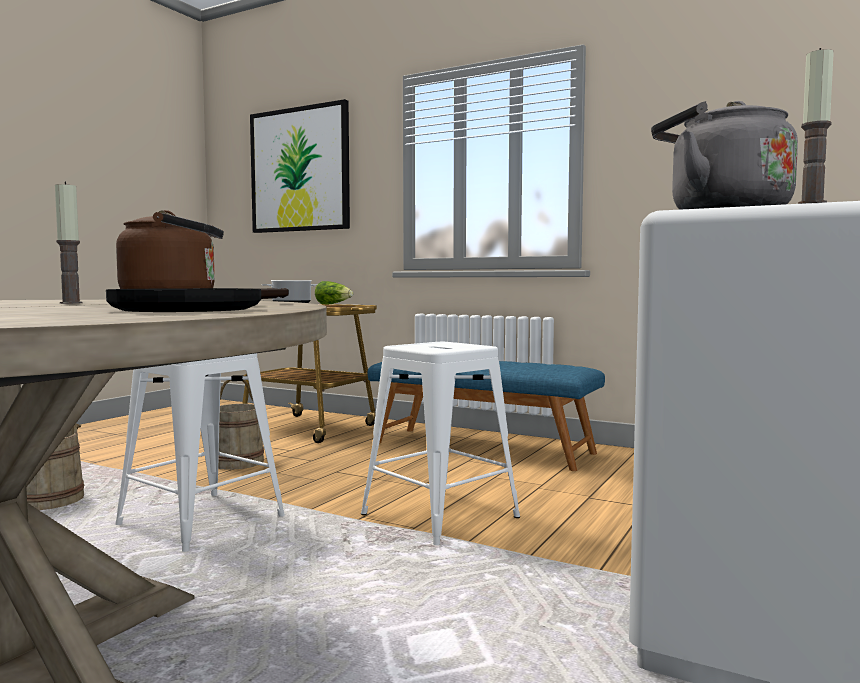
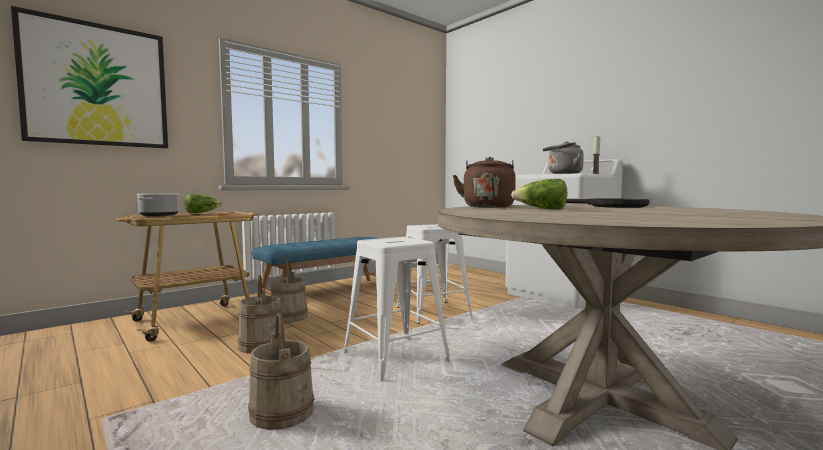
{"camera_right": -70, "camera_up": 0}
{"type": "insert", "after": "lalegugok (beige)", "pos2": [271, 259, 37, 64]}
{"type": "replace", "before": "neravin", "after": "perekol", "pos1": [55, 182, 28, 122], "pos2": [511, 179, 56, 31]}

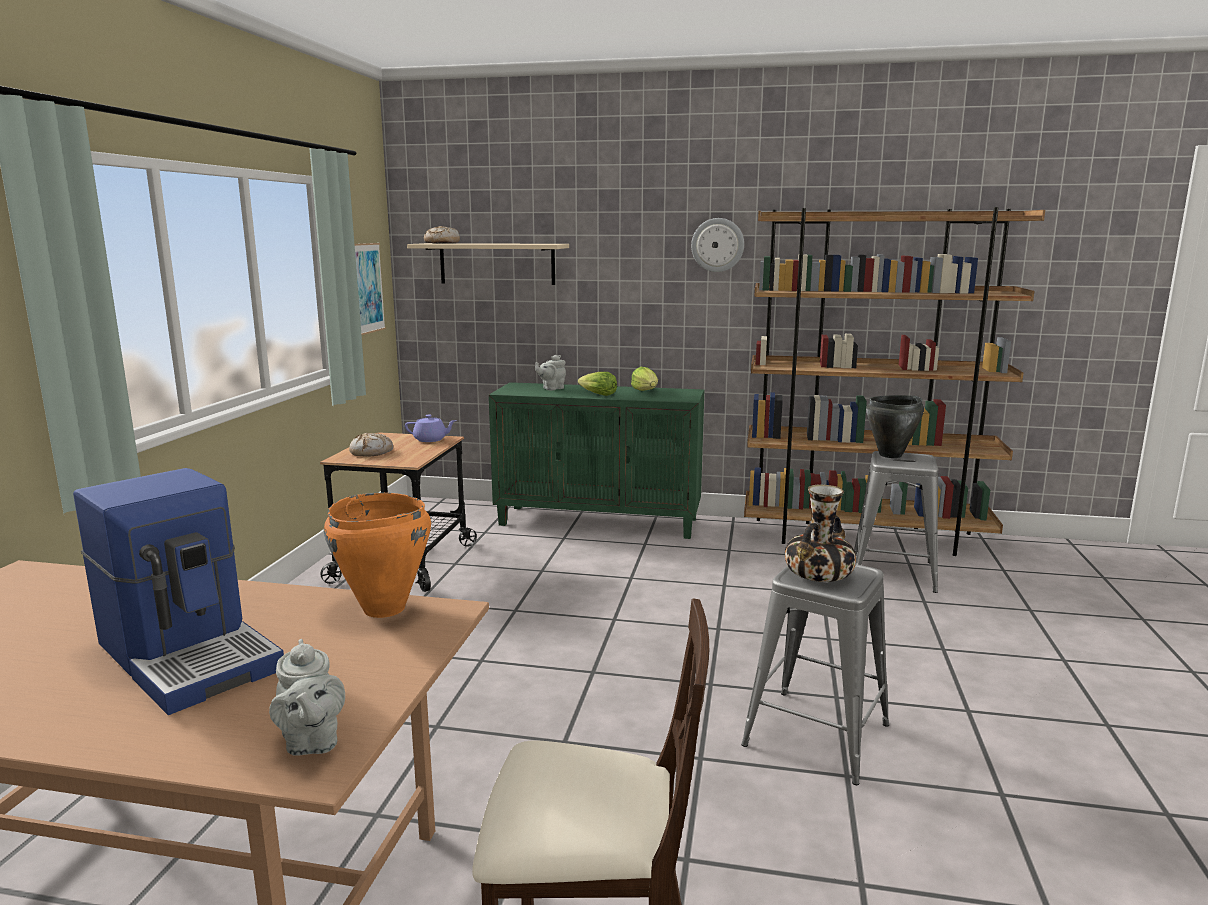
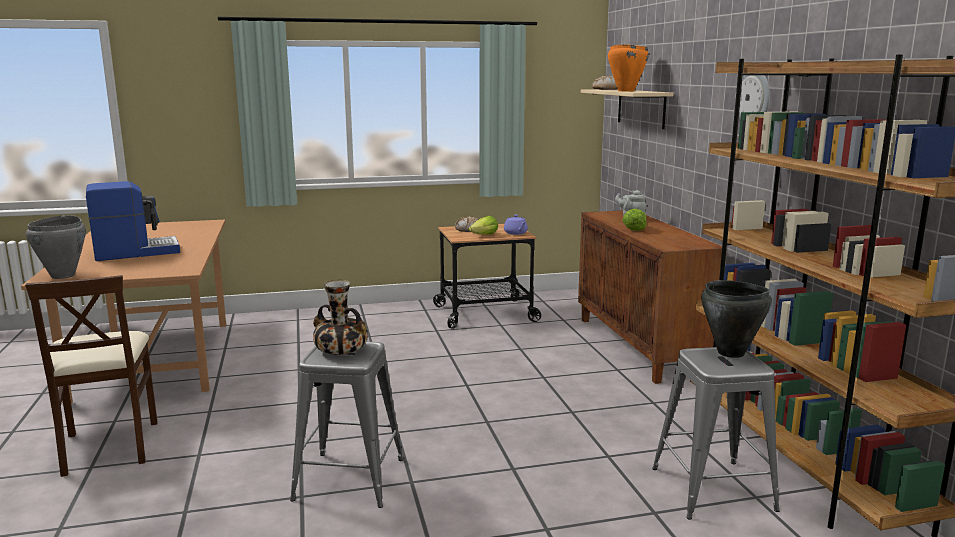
{"camera_right": 65, "camera_up": 0}
{"type": "replace", "before": "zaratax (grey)", "after": "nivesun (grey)", "pos1": [269, 639, 76, 117], "pos2": [26, 215, 60, 64]}
{"type": "rotate", "before": "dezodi", "pos1": [73, 468, 211, 247], "pos2": [86, 181, 94, 80], "turn": -135}
{"type": "move", "before": "perekol", "pos1": [631, 367, 27, 24], "pos2": [469, 216, 29, 19]}
{"type": "recolor", "before": "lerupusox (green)", "after": "lerupusox (brown)", "pos1": [489, 382, 215, 157], "pos2": [578, 210, 149, 174]}
{"type": "move", "before": "nivesun (orange)", "pos1": [324, 493, 107, 125], "pos2": [608, 44, 41, 47]}
{"type": "delete", "before": "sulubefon", "pos1": [355, 243, 31, 92]}

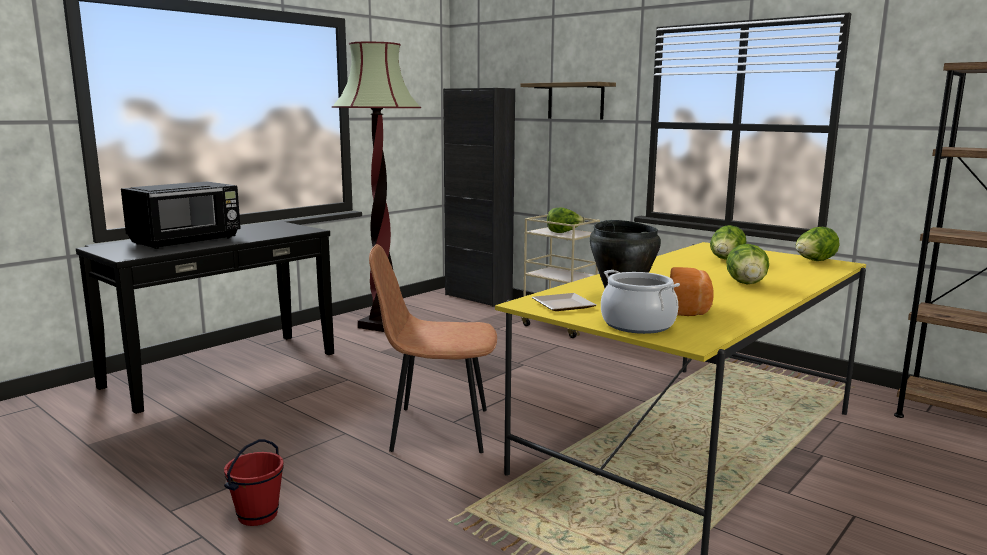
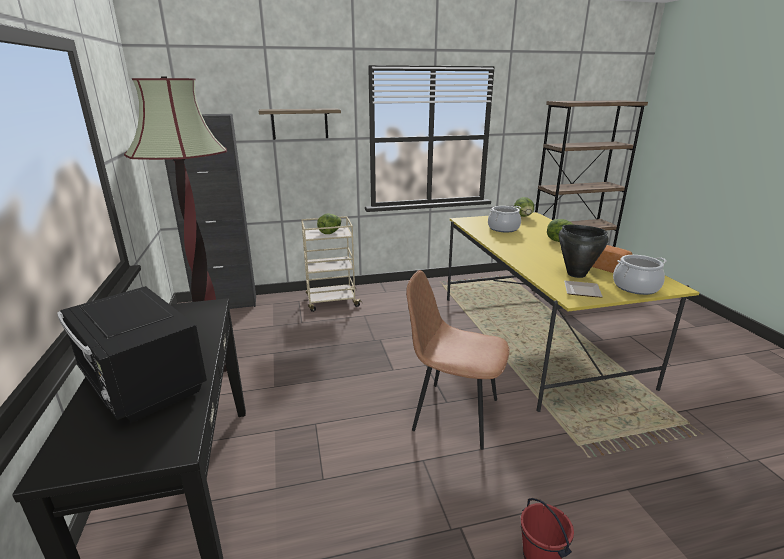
{"camera_right": -55, "camera_up": 10}
{"type": "rotate", "before": "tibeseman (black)", "pos1": [121, 182, 120, 67], "pos2": [57, 286, 150, 137], "turn": 150}
{"type": "rotate", "before": "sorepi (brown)", "pos1": [369, 244, 128, 209], "pos2": [407, 270, 102, 179], "turn": 75}
{"type": "replace", "before": "perekol", "after": "nivesun", "pos1": [710, 225, 37, 35], "pos2": [488, 206, 33, 26]}

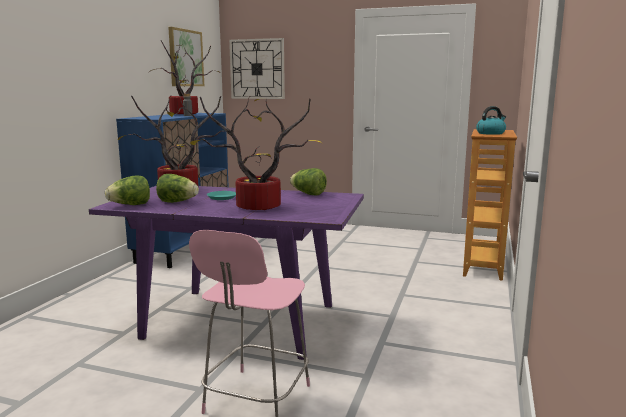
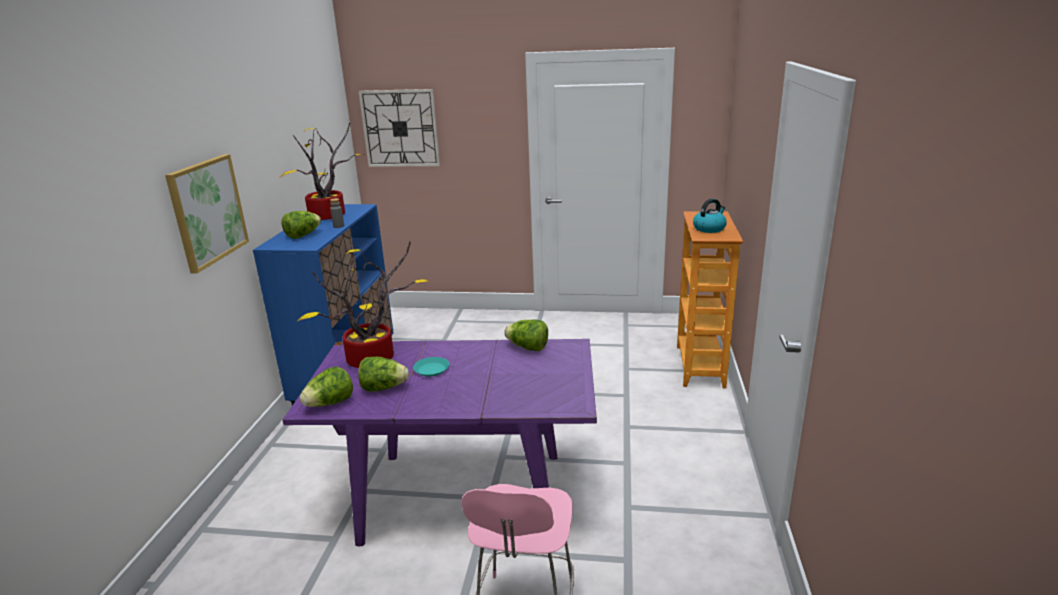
{"camera_right": -10, "camera_up": 10}
{"type": "move", "before": "sulubefon", "pos1": [168, 27, 36, 59], "pos2": [165, 154, 84, 120]}
{"type": "insert", "after": "perekol", "pos2": [281, 211, 40, 28]}
{"type": "delete", "before": "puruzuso", "pos1": [190, 97, 132, 113]}

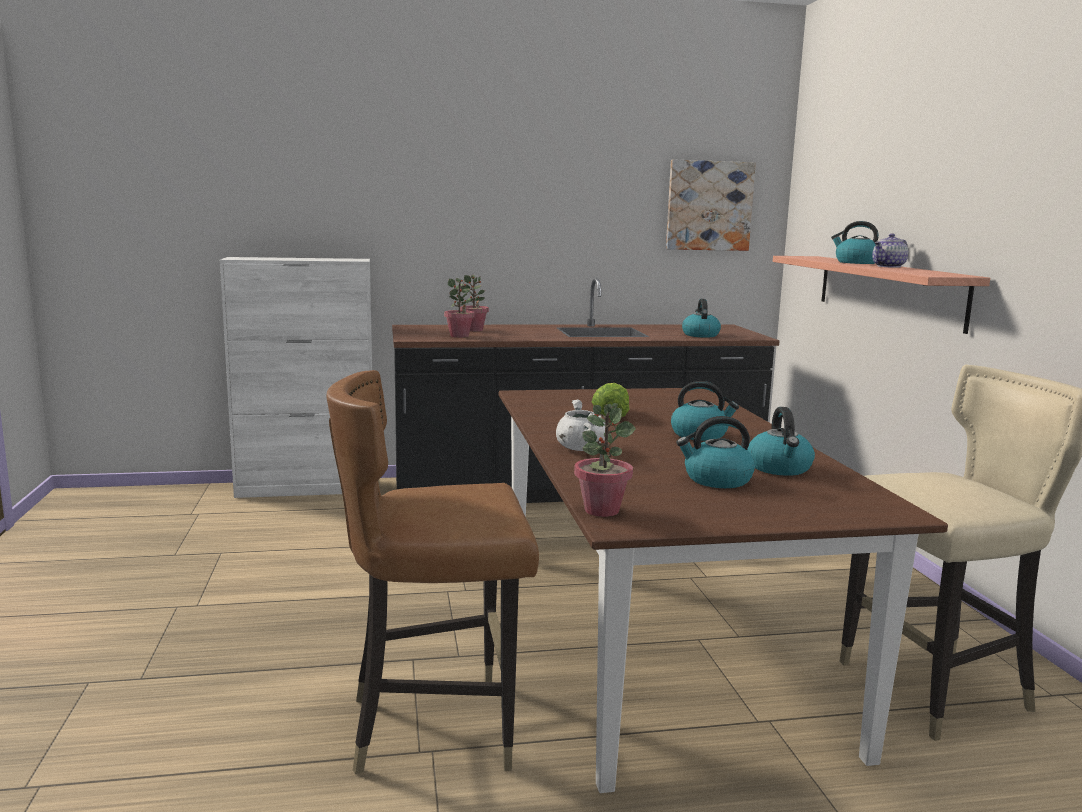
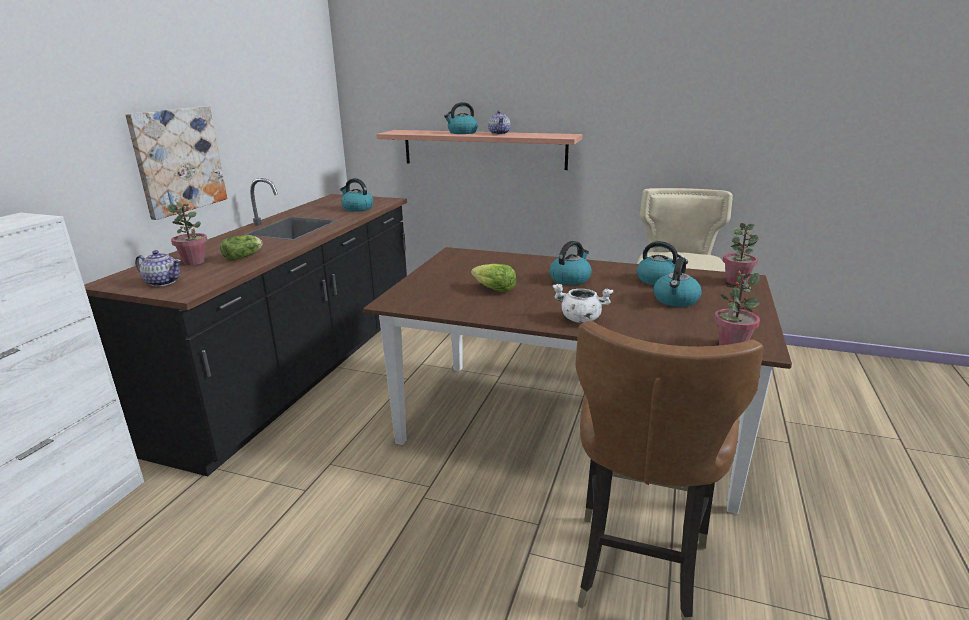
{"camera_right": -60, "camera_up": 10}
{"type": "move", "before": "sulubefon", "pos1": [666, 160, 90, 91], "pos2": [125, 106, 102, 114]}
{"type": "insert", "after": "zaratax", "pos2": [135, 250, 46, 37]}
{"type": "insert", "after": "perekol", "pos2": [220, 235, 43, 26]}
{"type": "move", "before": "puruzuso", "pos1": [444, 278, 31, 60], "pos2": [723, 223, 36, 62]}

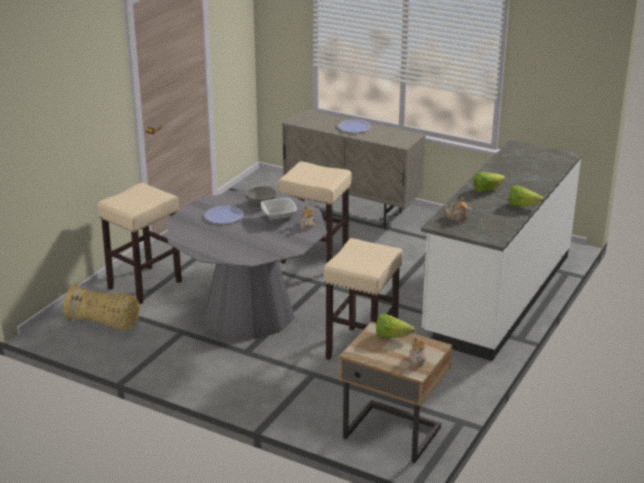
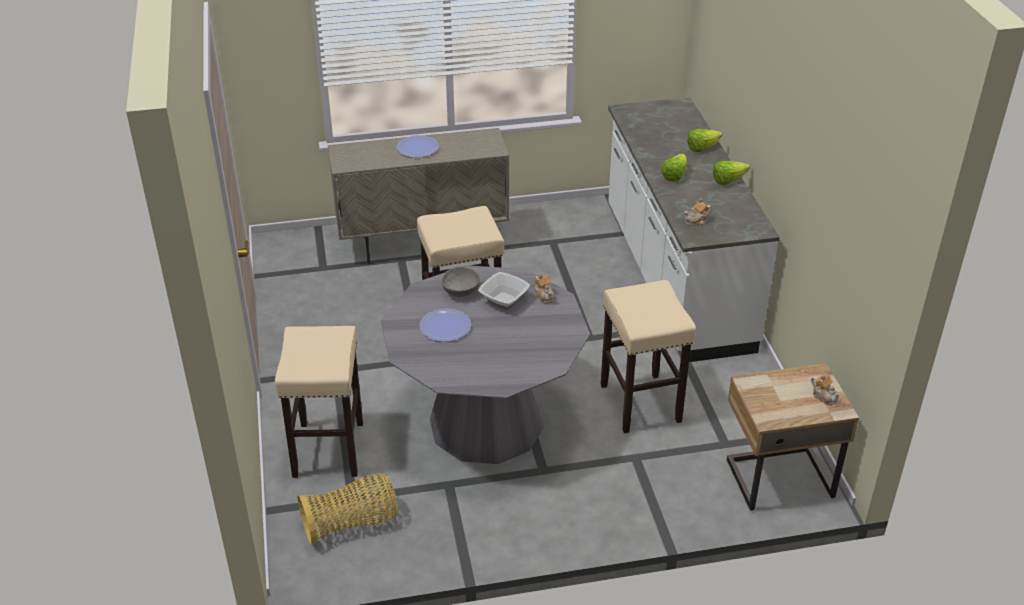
{"camera_right": -40, "camera_up": 10}
{"type": "move", "before": "perekol", "pos1": [376, 314, 40, 24], "pos2": [687, 129, 35, 23]}

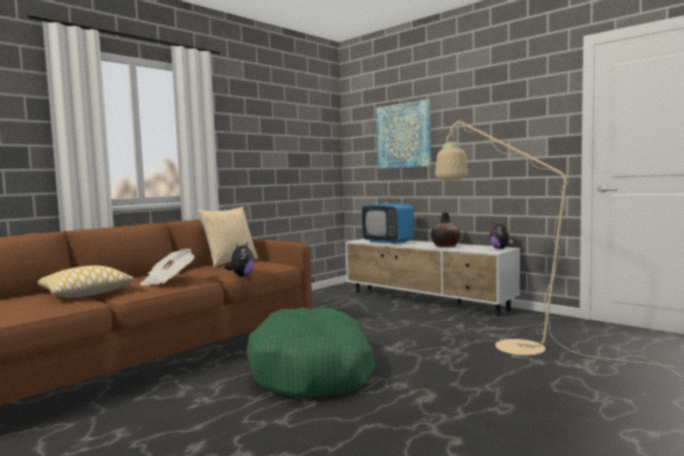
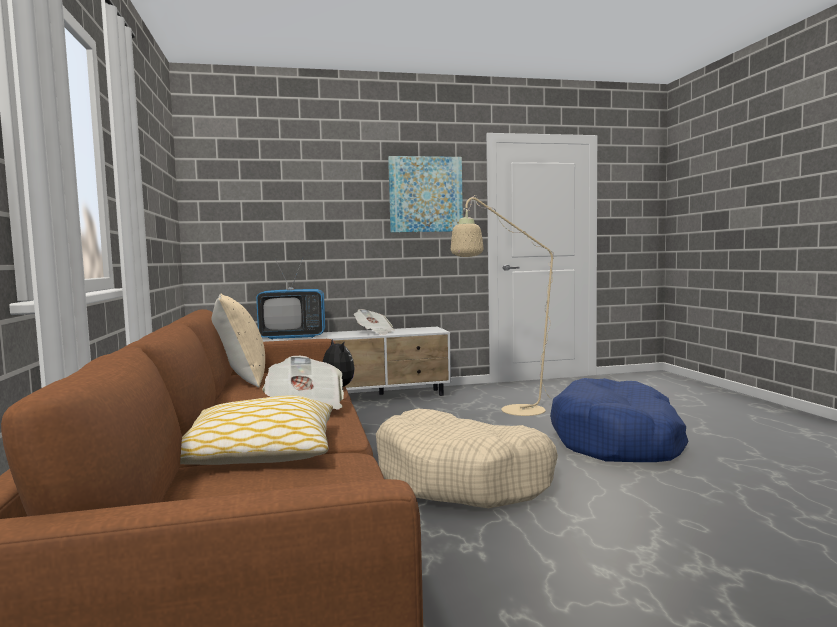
{"camera_right": -55, "camera_up": 0}
{"type": "replace", "before": "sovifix", "after": "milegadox", "pos1": [431, 212, 30, 35], "pos2": [354, 309, 41, 26]}
{"type": "recolor", "before": "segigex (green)", "after": "segigex (beige)", "pos1": [246, 308, 129, 90], "pos2": [376, 409, 182, 99]}
{"type": "move", "before": "sulubefon", "pos1": [376, 100, 55, 69], "pos2": [388, 156, 75, 77]}
{"type": "insert", "after": "segigex (blue)", "pos2": [550, 378, 139, 84]}
{"type": "delete", "before": "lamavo", "pos1": [489, 222, 24, 27]}

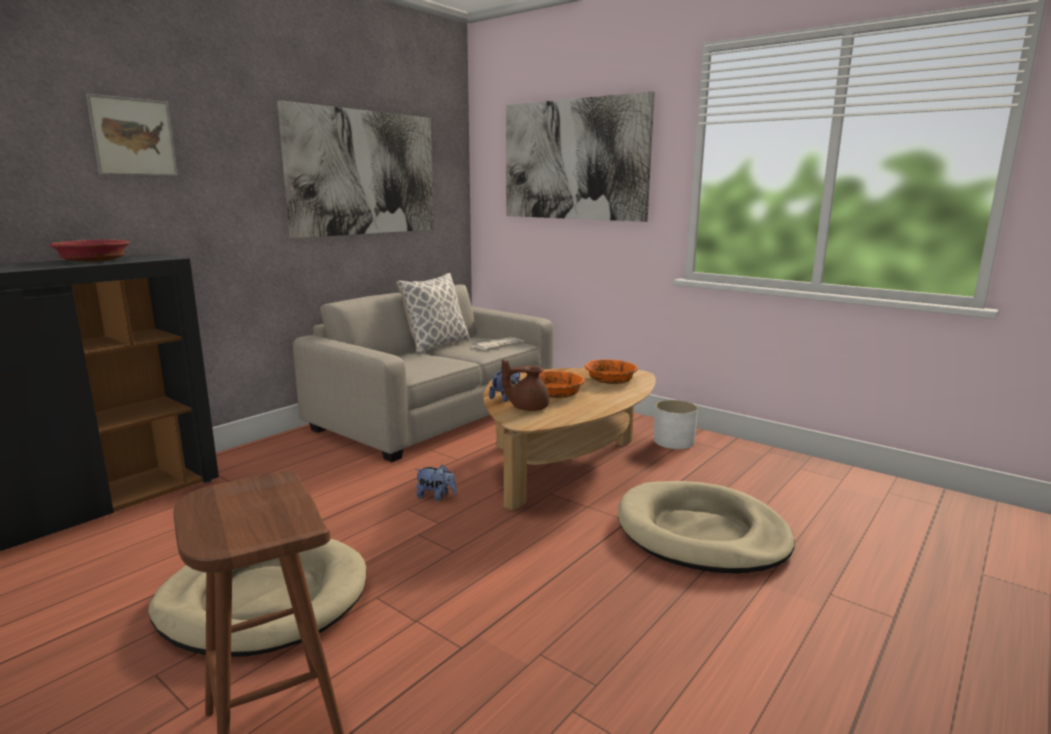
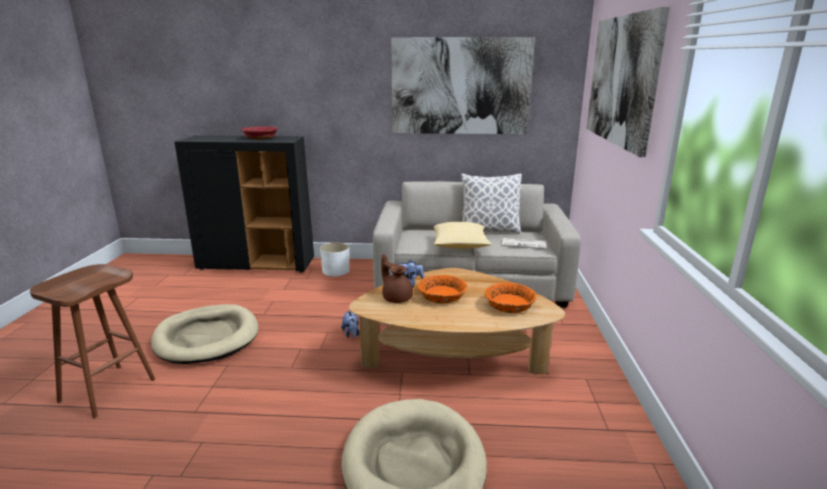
{"camera_right": 55, "camera_up": 5}
{"type": "move", "before": "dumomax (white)", "pos1": [654, 400, 44, 49], "pos2": [320, 243, 29, 33]}
{"type": "insert", "after": "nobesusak", "pos2": [433, 222, 59, 27]}
{"type": "delete", "before": "sulubefon", "pos1": [86, 94, 92, 82]}

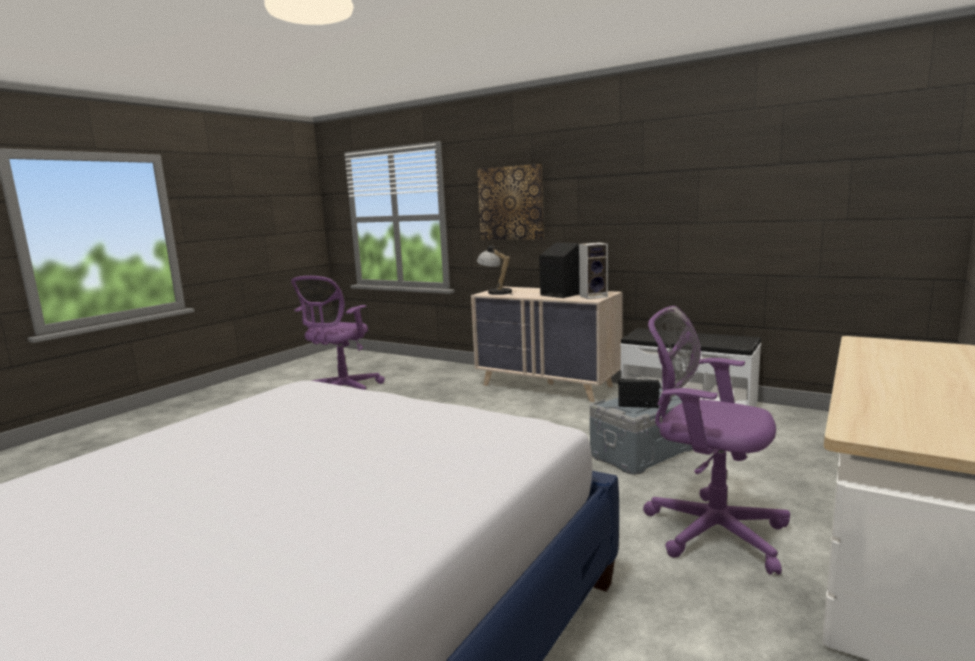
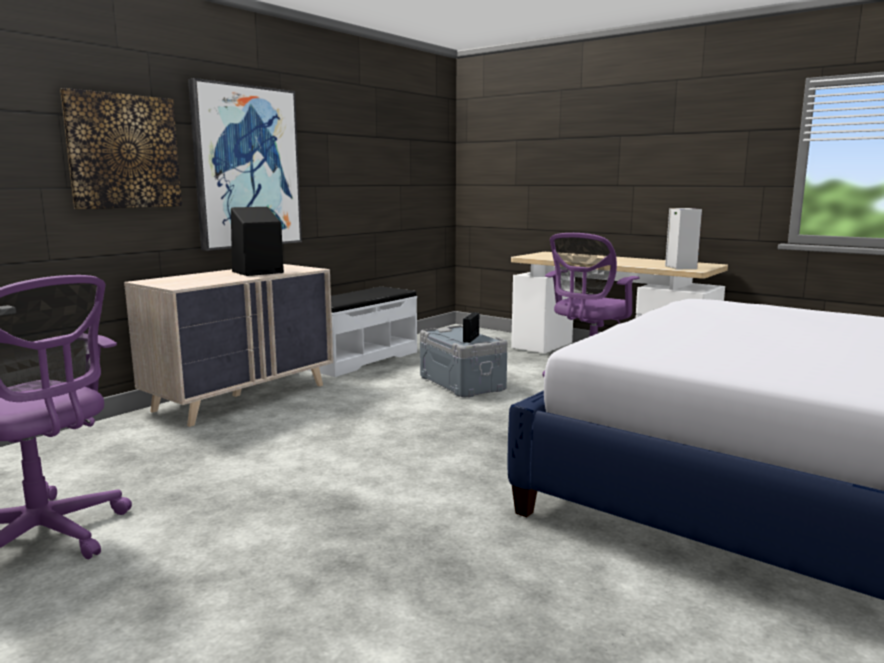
{"camera_right": -85, "camera_up": 0}
{"type": "insert", "after": "sulubefon", "pos2": [188, 78, 114, 173]}
{"type": "move", "before": "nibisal", "pos1": [579, 242, 29, 57], "pos2": [665, 208, 37, 62]}
{"type": "delete", "before": "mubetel", "pos1": [477, 244, 37, 51]}

